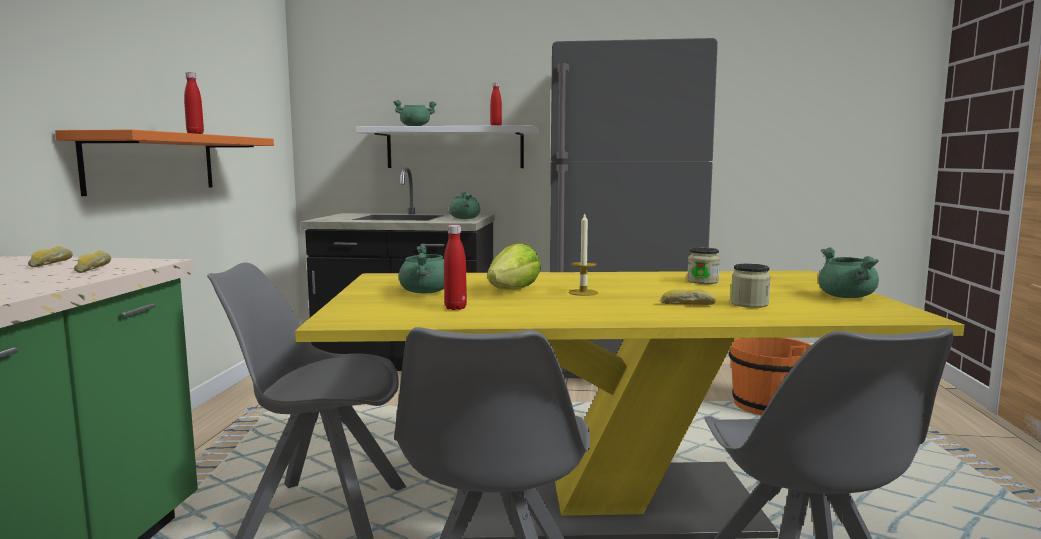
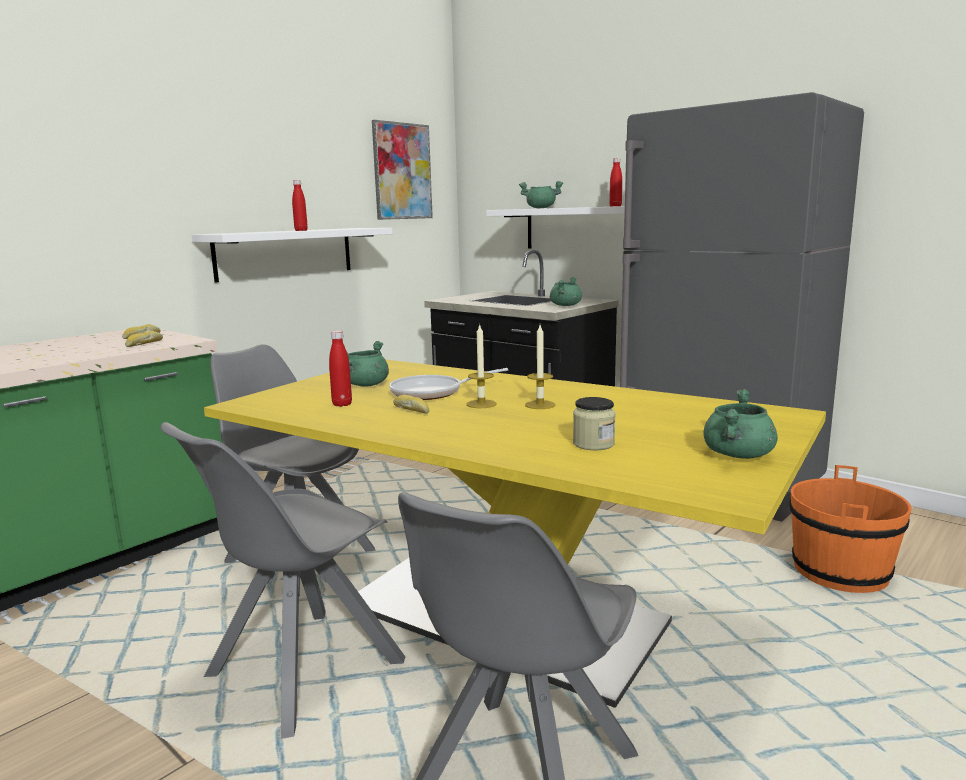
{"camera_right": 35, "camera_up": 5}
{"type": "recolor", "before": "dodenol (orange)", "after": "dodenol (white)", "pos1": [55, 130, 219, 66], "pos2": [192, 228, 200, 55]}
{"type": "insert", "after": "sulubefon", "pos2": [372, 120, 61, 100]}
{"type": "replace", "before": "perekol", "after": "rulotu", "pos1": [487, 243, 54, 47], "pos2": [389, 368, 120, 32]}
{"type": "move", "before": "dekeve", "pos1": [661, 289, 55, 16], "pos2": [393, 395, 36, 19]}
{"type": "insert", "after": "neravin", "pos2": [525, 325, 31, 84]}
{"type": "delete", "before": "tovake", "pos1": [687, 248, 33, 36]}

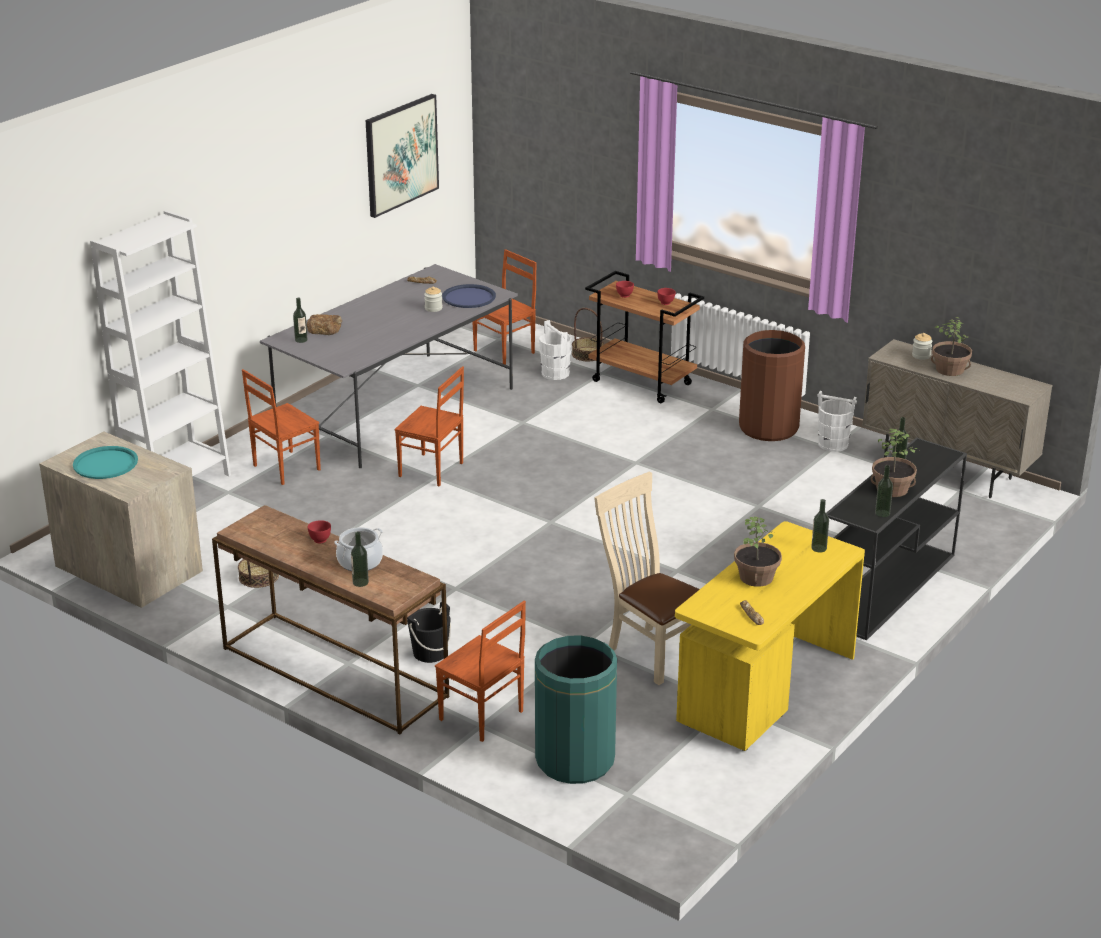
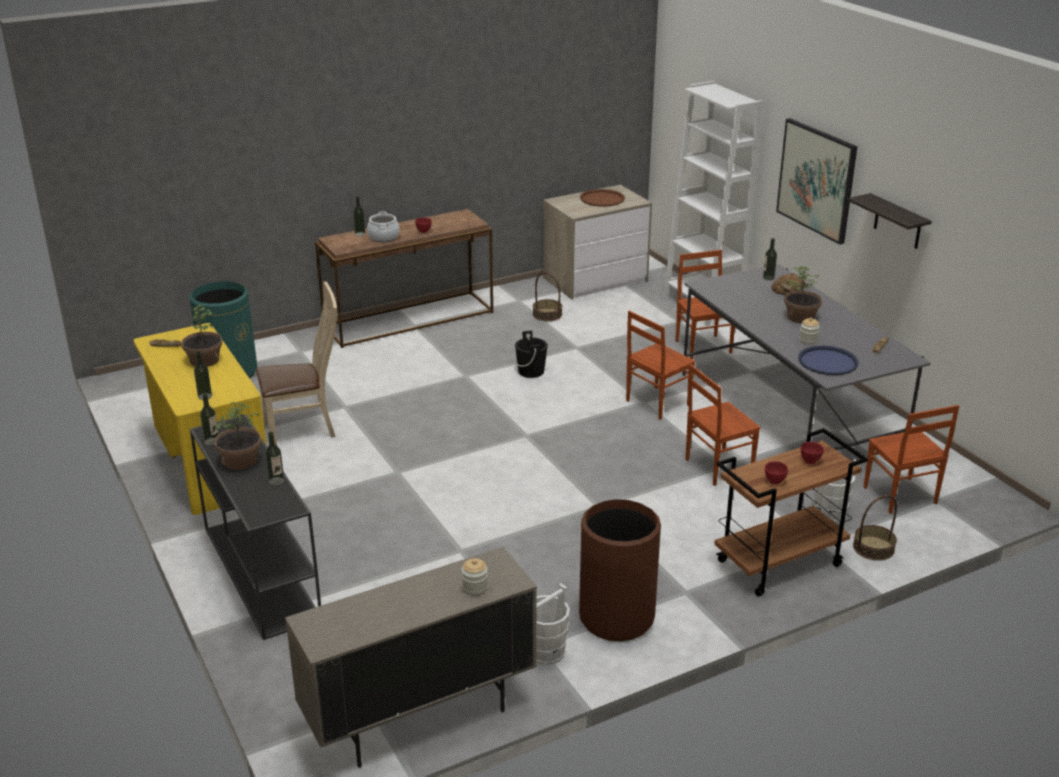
{"camera_right": 115, "camera_up": 0}
{"type": "move", "before": "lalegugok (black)", "pos1": [407, 601, 44, 62], "pos2": [515, 331, 33, 47]}
{"type": "recolor", "before": "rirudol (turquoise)", "after": "rirudol (brown)", "pos1": [73, 446, 65, 33], "pos2": [580, 189, 45, 18]}
{"type": "move", "before": "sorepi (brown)", "pos1": [435, 601, 91, 141], "pos2": [686, 364, 75, 122]}
{"type": "move", "before": "sulubefon", "pos1": [366, 94, 73, 124], "pos2": [776, 118, 82, 127]}
{"type": "move", "before": "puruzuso", "pos1": [931, 317, 41, 59], "pos2": [784, 266, 38, 57]}
{"type": "insert", "after": "dodenol", "pos2": [848, 193, 84, 56]}

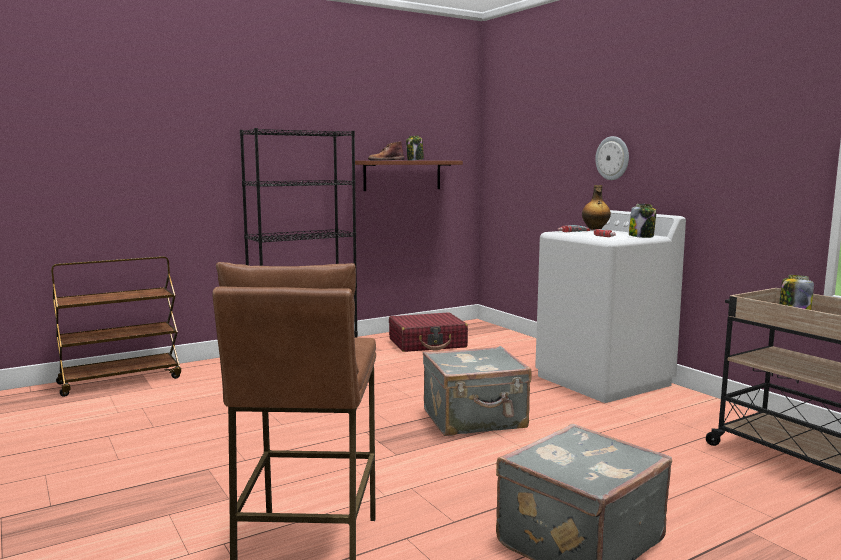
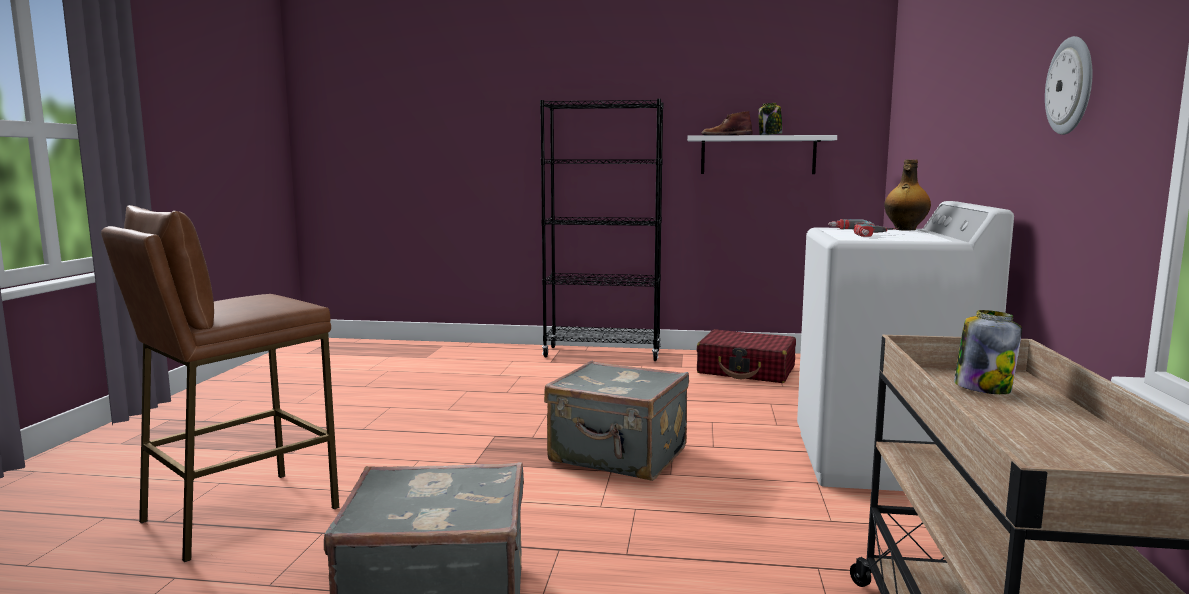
{"camera_right": 40, "camera_up": 0}
{"type": "recolor", "before": "dodenol (brown)", "after": "dodenol (white)", "pos1": [355, 161, 108, 30], "pos2": [687, 135, 150, 39]}
{"type": "move", "before": "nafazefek", "pos1": [595, 136, 34, 44], "pos2": [1045, 36, 47, 99]}
{"type": "delete", "before": "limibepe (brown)", "pos1": [51, 256, 130, 141]}
{"type": "delete", "before": "tovake", "pos1": [629, 204, 27, 34]}

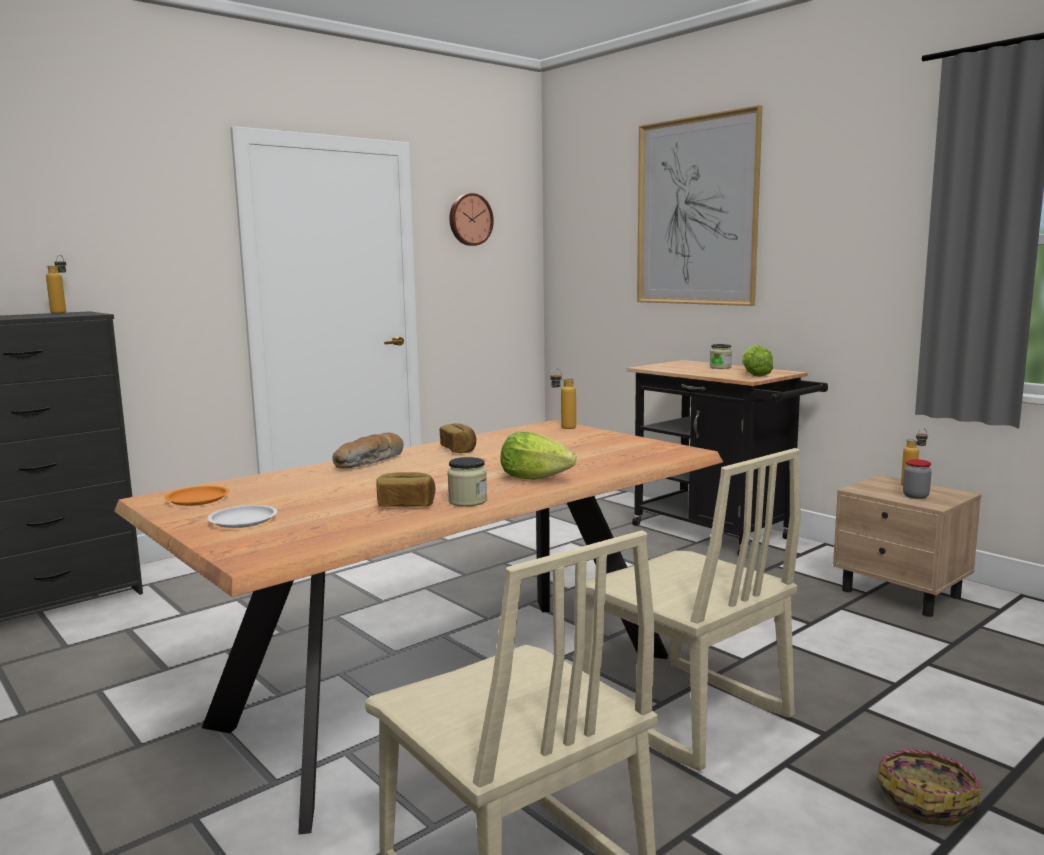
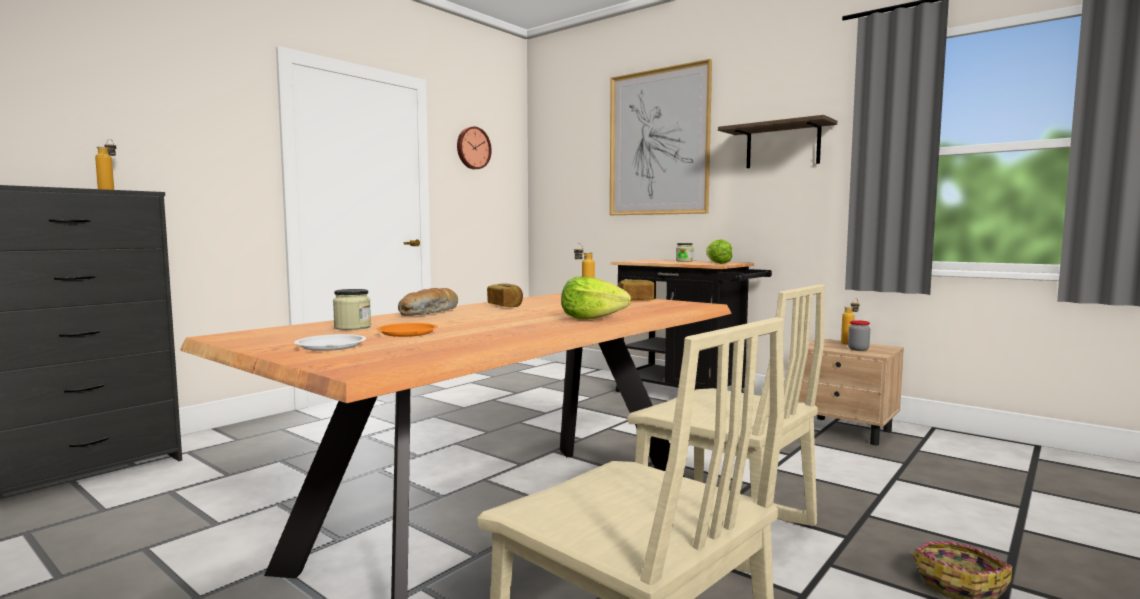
{"camera_right": -10, "camera_up": -5}
{"type": "move", "before": "tovake", "pos1": [448, 457, 39, 49], "pos2": [333, 289, 38, 41]}
{"type": "move", "before": "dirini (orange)", "pos1": [164, 486, 66, 20], "pos2": [376, 323, 62, 14]}
{"type": "move", "before": "dekeve", "pos1": [377, 472, 59, 35], "pos2": [617, 280, 38, 20]}
{"type": "insert", "after": "dodenol", "pos2": [718, 115, 119, 53]}

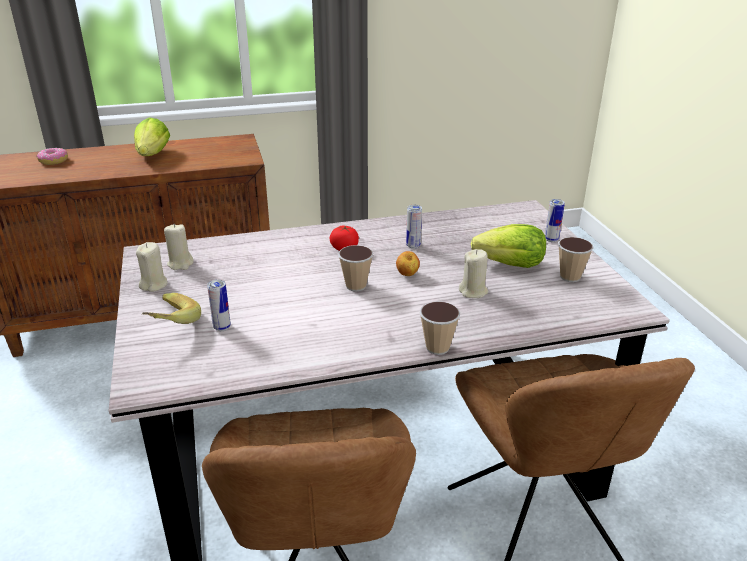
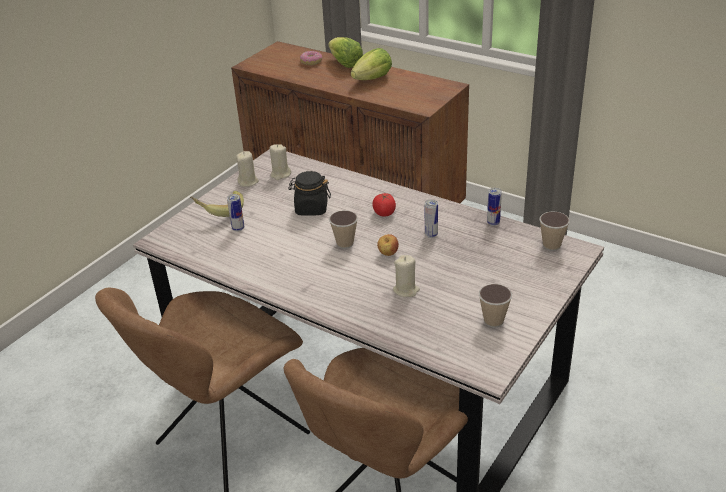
{"camera_right": 50, "camera_up": 5}
{"type": "insert", "after": "tovake (black)", "pos2": [288, 171, 43, 45]}
{"type": "move", "before": "perekol", "pos1": [471, 224, 75, 44], "pos2": [328, 37, 35, 31]}
{"type": "move", "before": "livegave", "pos1": [545, 199, 20, 43], "pos2": [487, 188, 15, 38]}
{"type": "move", "before": "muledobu", "pos1": [420, 301, 40, 54], "pos2": [539, 211, 31, 40]}

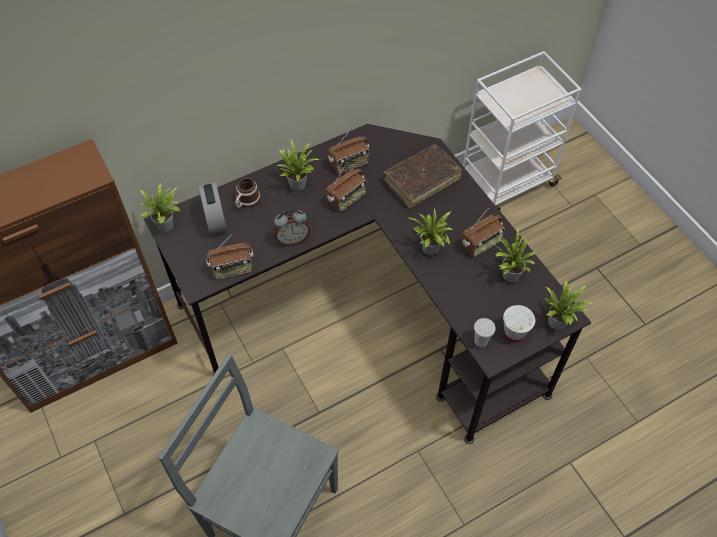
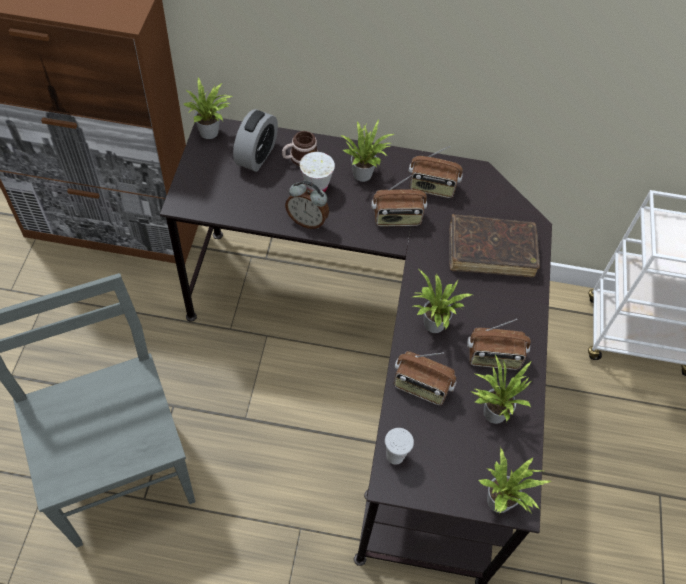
{"camera_right": 35, "camera_up": 0}
{"type": "move", "before": "muledobu (white)", "pos1": [503, 305, 32, 37], "pos2": [300, 152, 35, 40]}
{"type": "move", "before": "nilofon", "pos1": [206, 234, 48, 45], "pos2": [394, 351, 63, 54]}

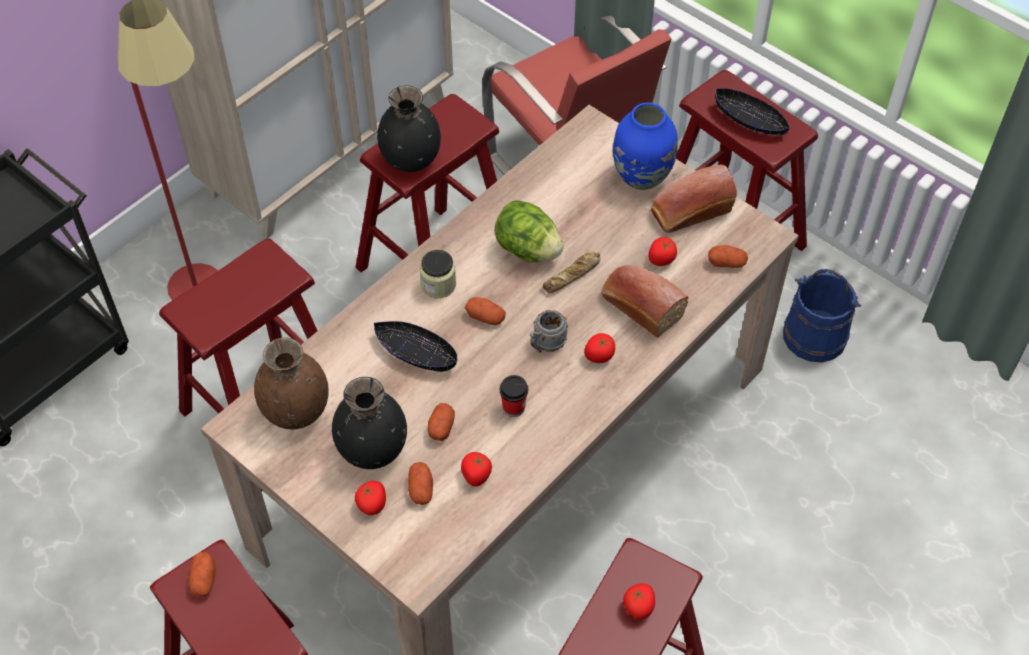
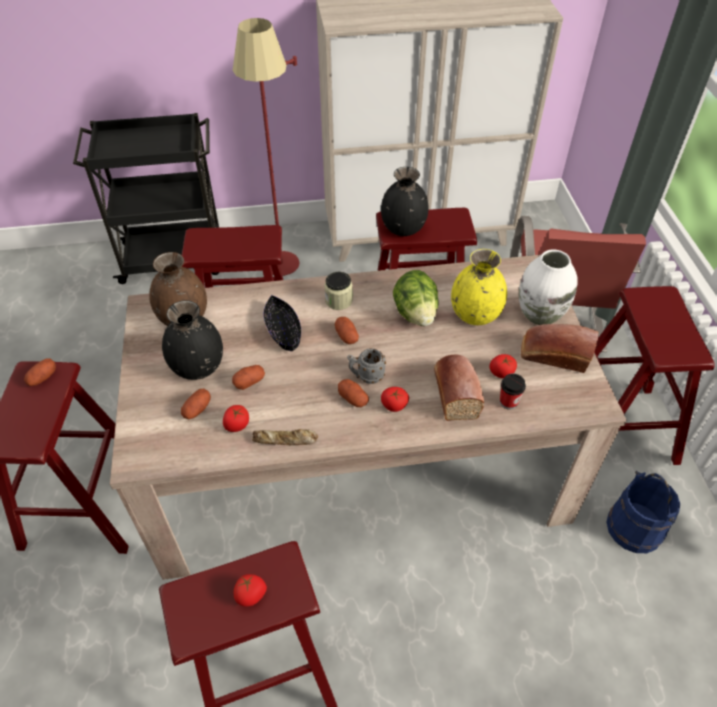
{"camera_right": 40, "camera_up": -5}
{"type": "move", "before": "dekeve", "pos1": [543, 252, 57, 41], "pos2": [252, 429, 66, 16]}
{"type": "move", "before": "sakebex", "pos1": [708, 245, 40, 23], "pos2": [338, 379, 31, 28]}
{"type": "insert", "after": "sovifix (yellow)", "pos2": [451, 249, 56, 76]}
{"type": "move", "before": "muledobu", "pos1": [500, 375, 28, 42], "pos2": [500, 373, 26, 37]}
{"type": "recolor", "before": "sovifix (blue)", "after": "sovifix (white)", "pos1": [613, 103, 65, 87], "pos2": [519, 250, 59, 75]}
{"type": "delete", "before": "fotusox", "pos1": [355, 481, 31, 34]}
{"type": "delete", "before": "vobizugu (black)", "pos1": [715, 88, 75, 47]}

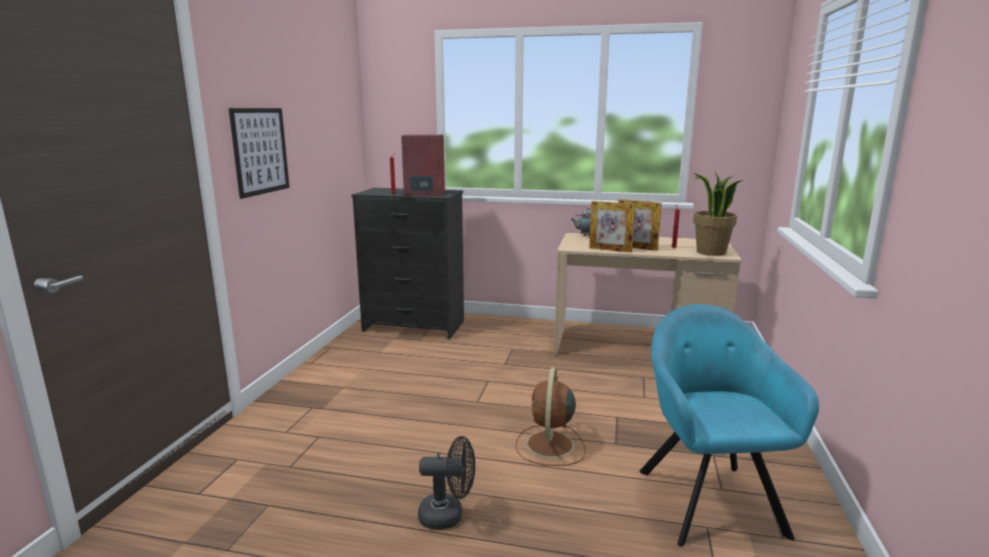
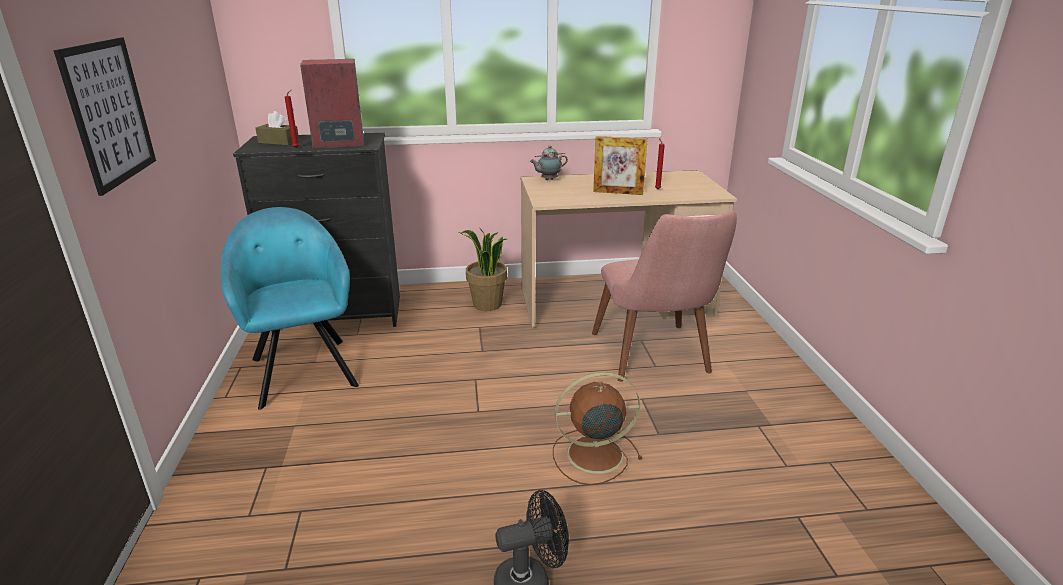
{"camera_right": -20, "camera_up": 10}
{"type": "move", "before": "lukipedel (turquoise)", "pos1": [639, 304, 180, 243], "pos2": [221, 207, 138, 203]}
{"type": "insert", "after": "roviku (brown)", "pos2": [255, 111, 44, 34]}
{"type": "move", "before": "puruzuso", "pos1": [693, 172, 51, 84], "pos2": [459, 229, 48, 82]}
{"type": "rotate", "before": "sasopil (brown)", "pos1": [516, 367, 70, 99], "pos2": [553, 372, 90, 113], "turn": 90}
{"type": "insert", "after": "sorepi (pink)", "pos2": [592, 211, 145, 171]}
{"type": "delete", "before": "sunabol", "pos1": [589, 201, 46, 52]}

